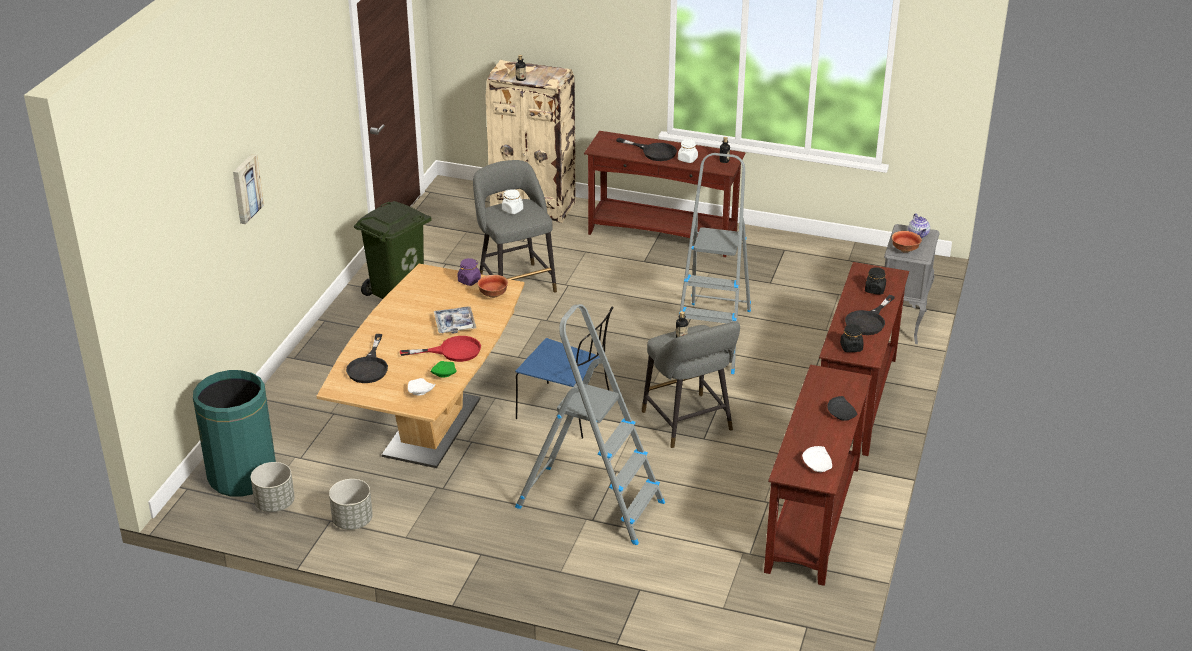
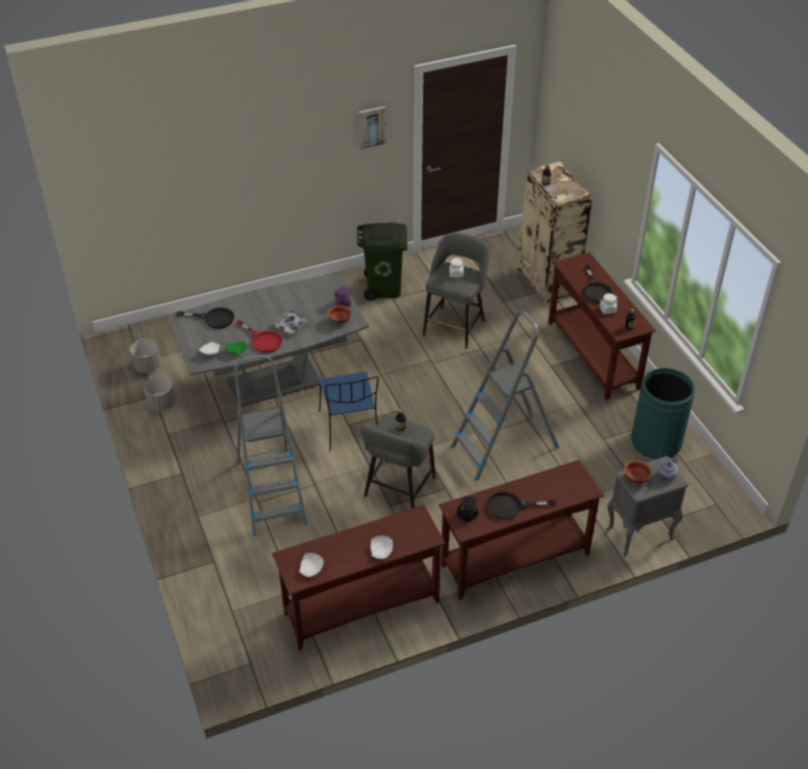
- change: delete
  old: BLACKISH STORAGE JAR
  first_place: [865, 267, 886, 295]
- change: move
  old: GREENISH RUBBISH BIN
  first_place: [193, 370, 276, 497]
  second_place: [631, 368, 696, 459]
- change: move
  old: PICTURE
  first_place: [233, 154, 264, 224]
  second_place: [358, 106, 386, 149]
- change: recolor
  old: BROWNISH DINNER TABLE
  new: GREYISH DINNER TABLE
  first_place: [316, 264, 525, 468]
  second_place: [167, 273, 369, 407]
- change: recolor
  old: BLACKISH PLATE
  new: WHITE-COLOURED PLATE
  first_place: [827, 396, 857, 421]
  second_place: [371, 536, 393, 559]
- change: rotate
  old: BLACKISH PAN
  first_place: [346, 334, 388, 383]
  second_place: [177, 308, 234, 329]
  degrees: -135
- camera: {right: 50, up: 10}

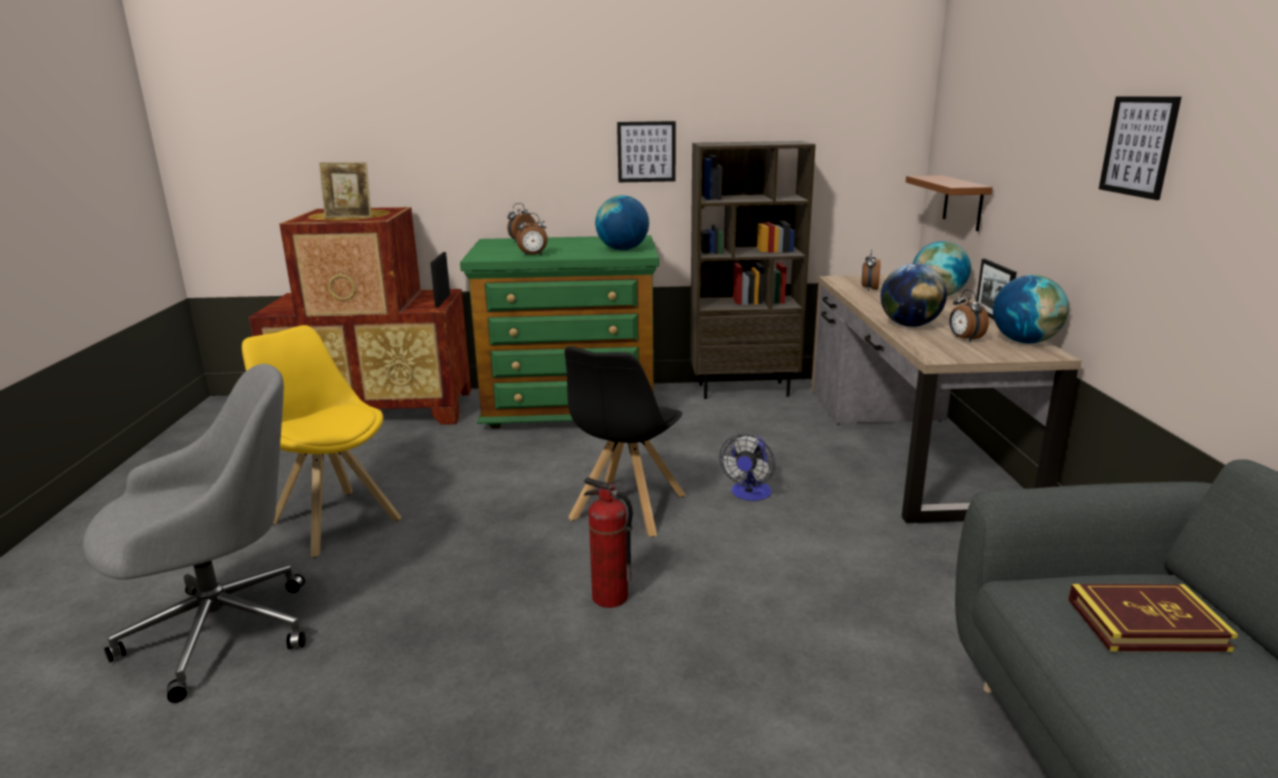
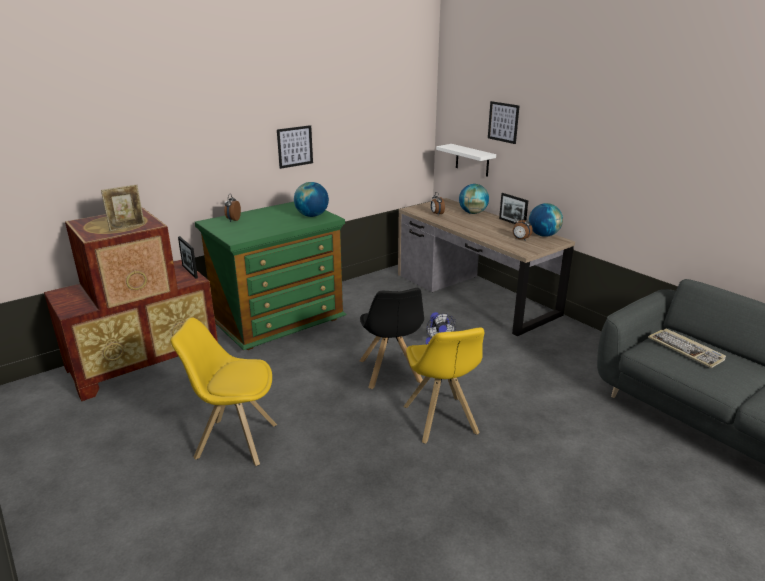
- change: delete
  old: GREYISH OFFICE CHAIR
  first_place: [83, 364, 306, 703]
- change: delete
  old: TABLE CLOCK
  first_place: [516, 213, 548, 256]
- change: delete
  old: BROWNISH BOOKSHELF
  first_place: [690, 141, 816, 399]
- change: delete
  old: WORLD GLOBE
  first_place: [881, 263, 947, 327]
- change: move
  old: PICTURE
  first_place: [1099, 96, 1181, 200]
  second_place: [488, 101, 519, 144]
- change: replace
  old: FIRE EXTINGUISHER
  new: YELLOW-COLOURED UPRIGHT CHAIR
  first_place: [583, 477, 633, 608]
  second_place: [403, 328, 484, 444]
- change: replace
  old: BOUND BOOK
  new: COMPUTER KEYBOARD
  first_place: [1068, 584, 1238, 652]
  second_place: [648, 329, 726, 368]
- change: recolor
  old: BROWNISH BRACKET SHELF
  new: WHITE-COLOURED BRACKET SHELF
  first_place: [906, 175, 993, 231]
  second_place: [436, 144, 496, 177]
- camera: {right: -35, up: 5}

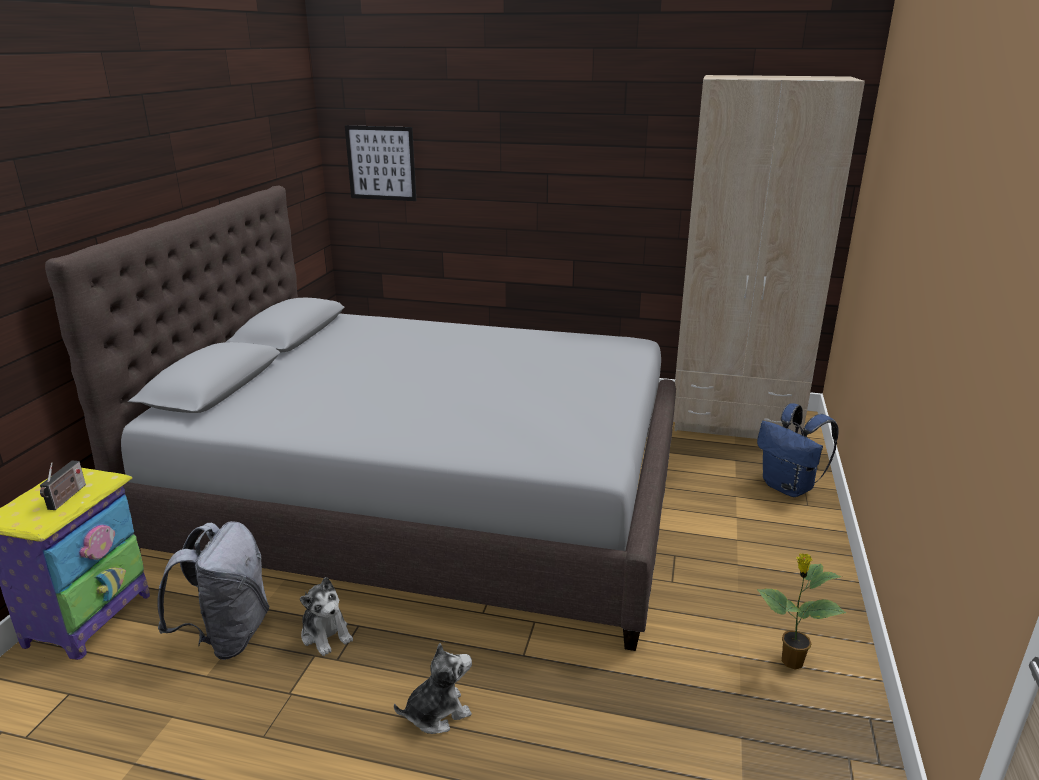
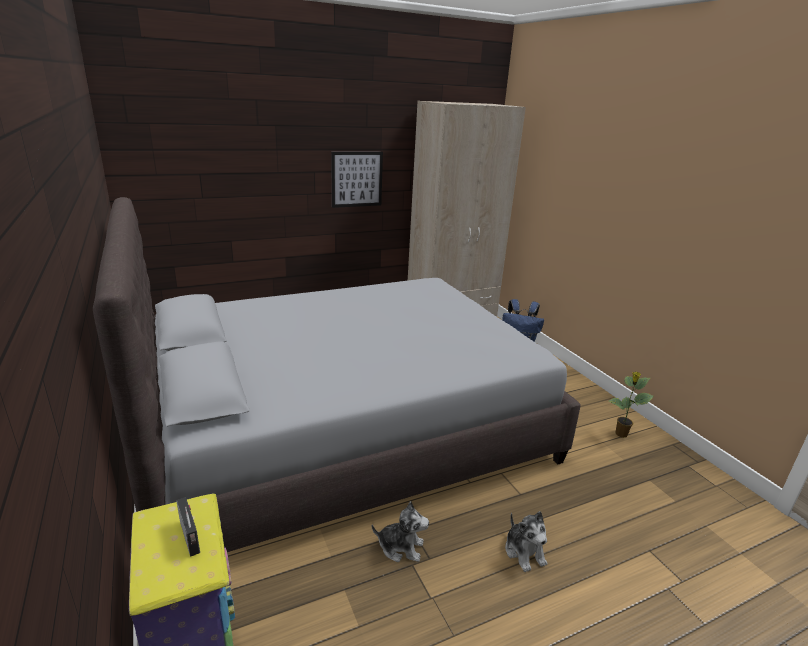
- change: delete
  old: GREYISH BACKPACK
  first_place: [158, 521, 269, 660]
- change: move
  old: PICTURE
  first_place: [345, 125, 416, 201]
  second_place: [331, 152, 383, 208]
- change: rotate
  old: CUDDLY TOY
  first_place: [394, 643, 472, 734]
  second_place: [505, 511, 547, 572]
  degrees: 135
- camera: {right: -40, up: 0}

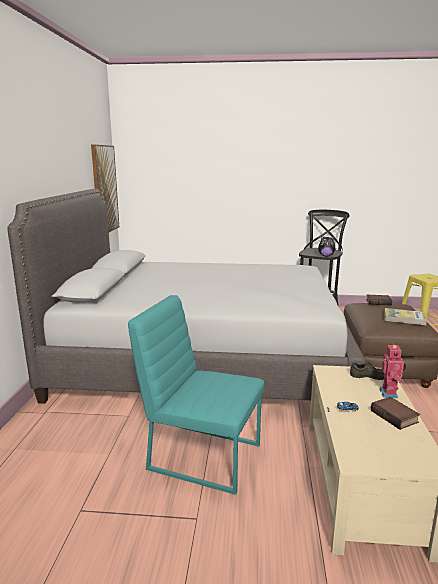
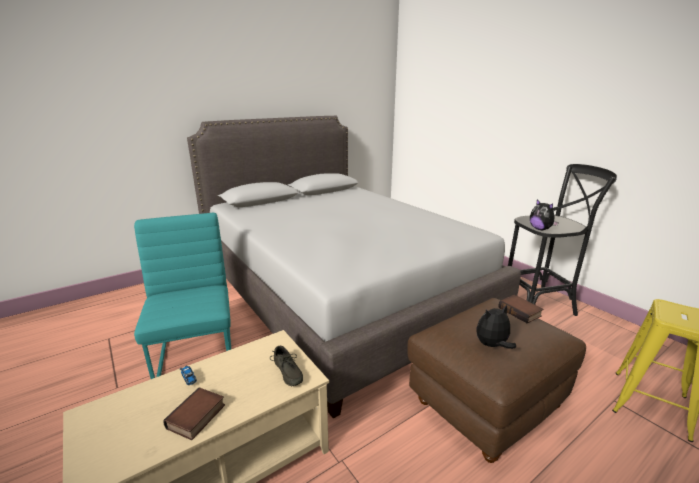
- change: delete
  old: PICTURE
  first_place: [91, 144, 119, 232]
- change: delete
  old: MODEL ROBOT
  first_place: [379, 343, 406, 398]
- change: replace
  old: BOUND BOOK
  new: CUDDLY TOY
  first_place: [384, 308, 427, 325]
  second_place: [477, 305, 516, 349]
- camera: {right: 50, up: 5}

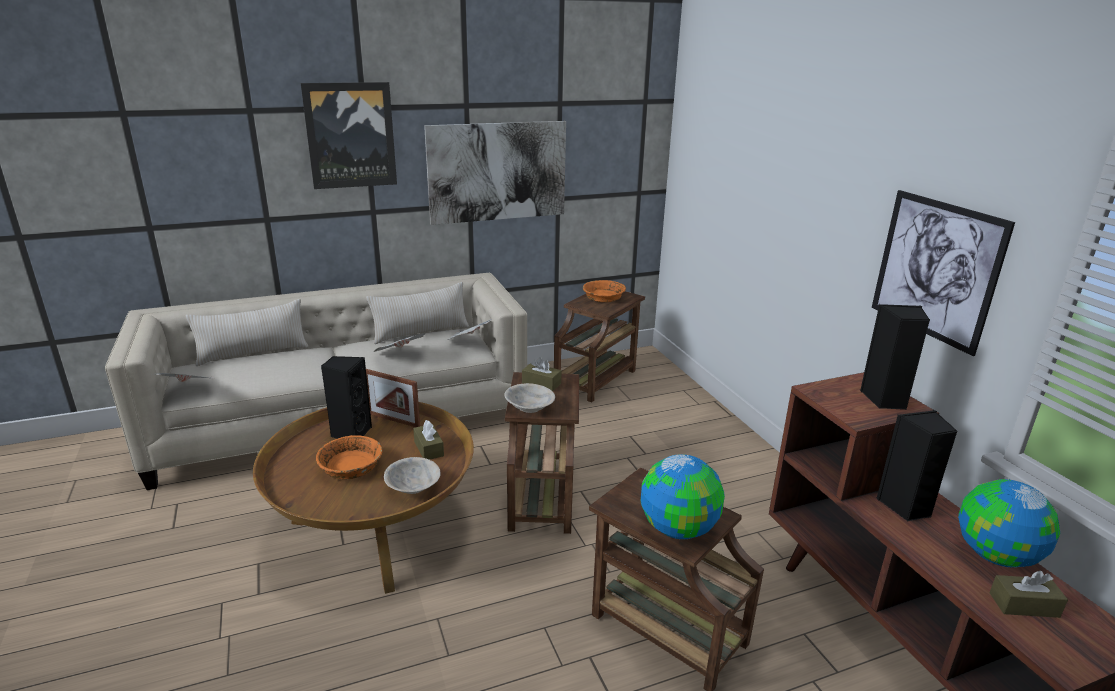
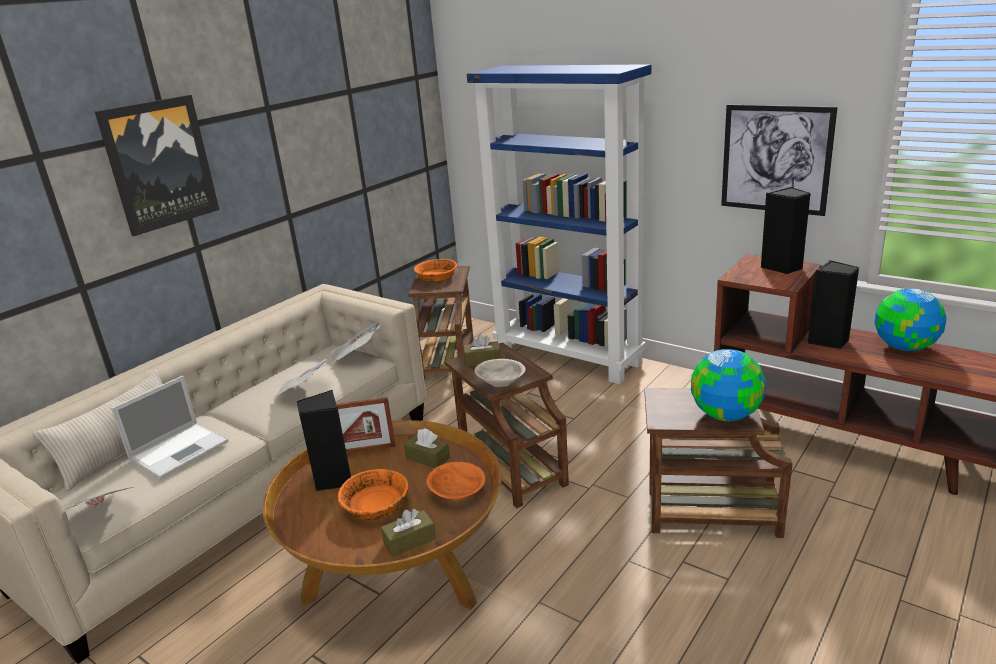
- change: delete
  old: BEIGE-COLOURED PILLOW
  first_place: [366, 282, 469, 344]
- change: delete
  old: PICTURE
  first_place: [424, 121, 566, 225]
- change: insert
  new: LAPTOP
  second_place: [111, 376, 228, 479]
- change: insert
  new: BLUE BOOKSHELF
  second_place: [467, 64, 651, 384]
- change: move
  old: BROWNISH TISSUE HOLDER
  first_place: [989, 571, 1068, 618]
  second_place: [381, 509, 436, 557]
- change: recolor
  old: BEIGE-COLOURED BOWL
  new: ORANGE BOWL
  first_place: [384, 457, 441, 494]
  second_place: [426, 462, 485, 500]
- camera: {right: -30, up: 0}

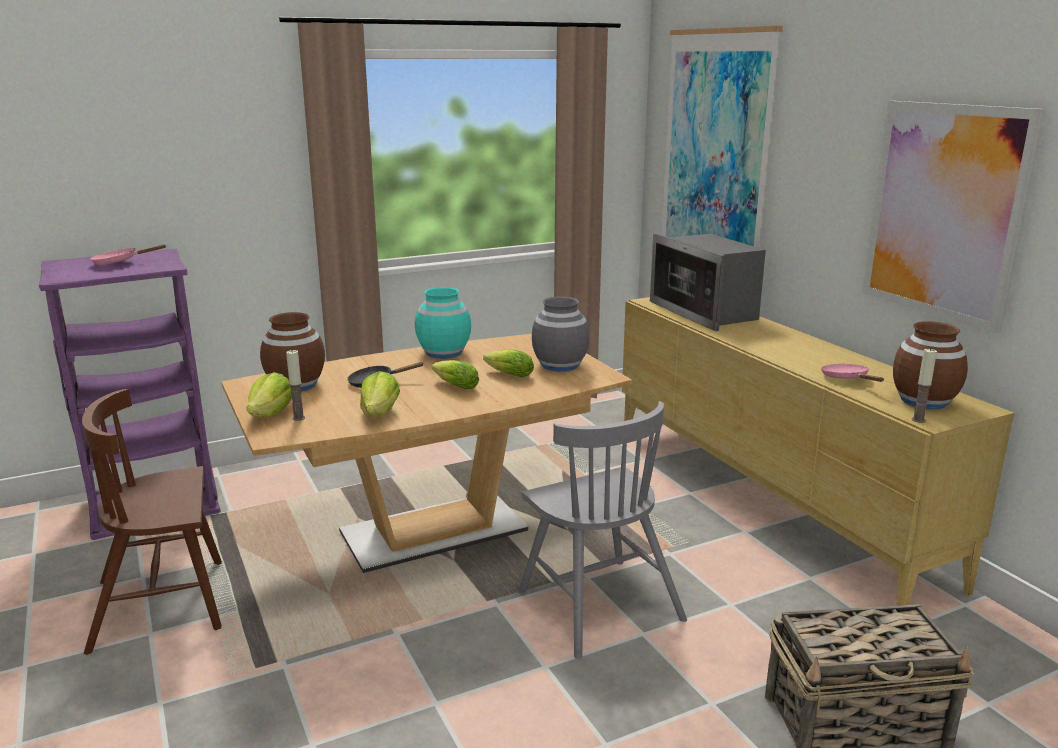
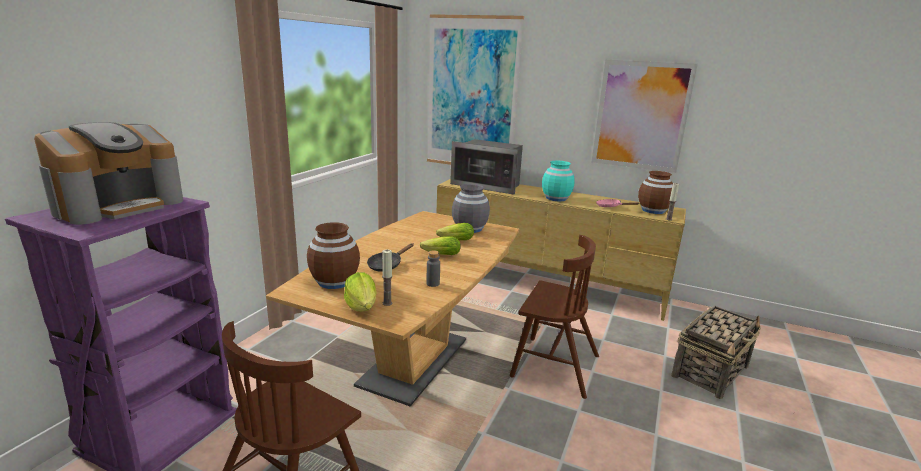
- change: move
  old: TURQUOISE VASE
  first_place: [415, 287, 471, 359]
  second_place: [542, 161, 575, 201]
- change: replace
  old: PINK PAN
  new: COFFEE BREWER
  first_place: [90, 244, 166, 265]
  second_place: [34, 122, 183, 225]
- change: replace
  old: HEAD OF LETTUCE
  new: GREYISH BOTTLE
  first_place: [360, 371, 400, 417]
  second_place: [426, 250, 440, 287]
- change: recolor
  old: GREYISH UPRIGHT CHAIR
  new: BROWNISH UPRIGHT CHAIR
  first_place: [518, 401, 687, 659]
  second_place: [510, 235, 599, 399]
- camera: {right: -40, up: 0}

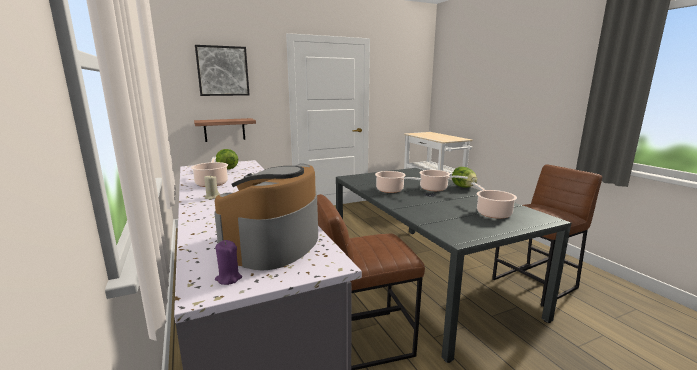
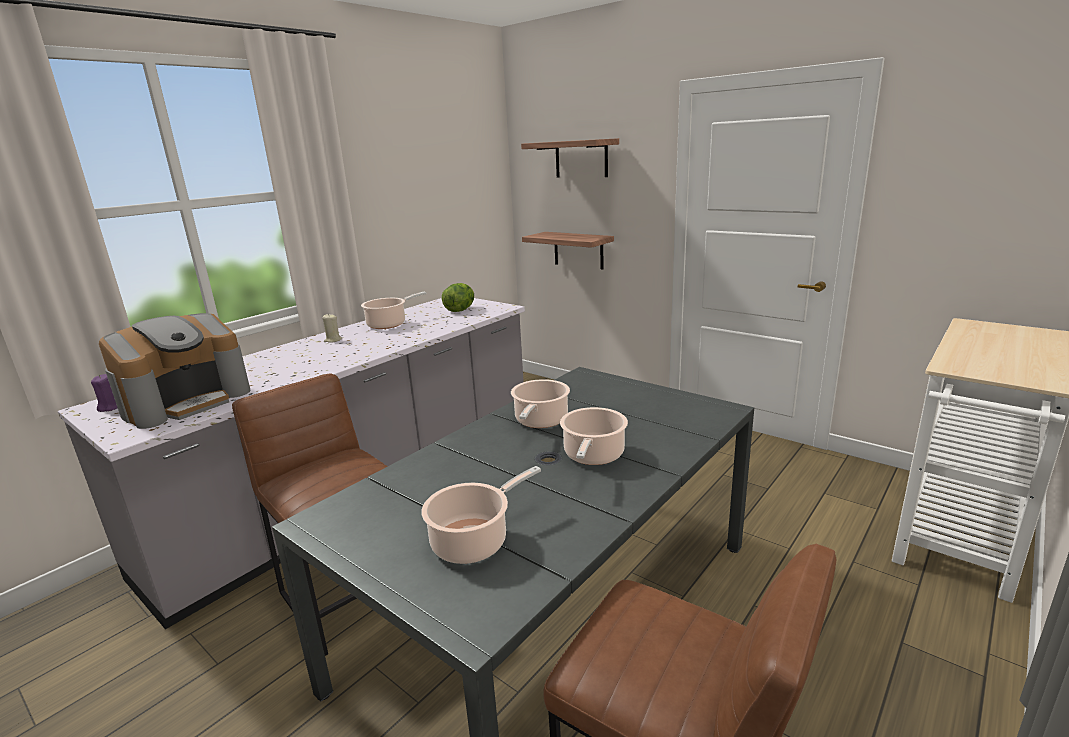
- change: delete
  old: HEAD OF LETTUCE
  first_place: [452, 167, 477, 188]
- change: replace
  old: PICTURE
  new: BRACKET SHELF
  first_place: [195, 45, 250, 96]
  second_place: [521, 138, 619, 178]
- change: rotate
  old: COFFEE BREWER
  first_place: [214, 163, 318, 270]
  second_place: [99, 313, 250, 429]
  degrees: 135
- camera: {right: 65, up: 5}

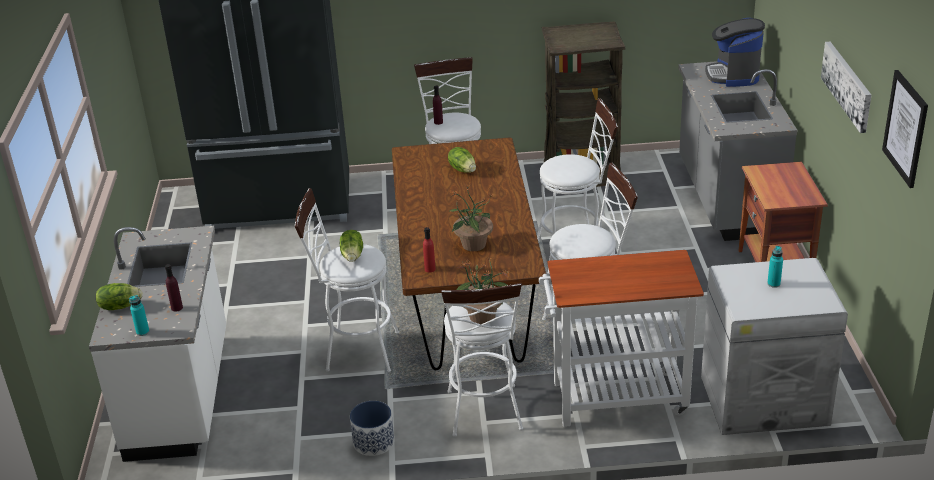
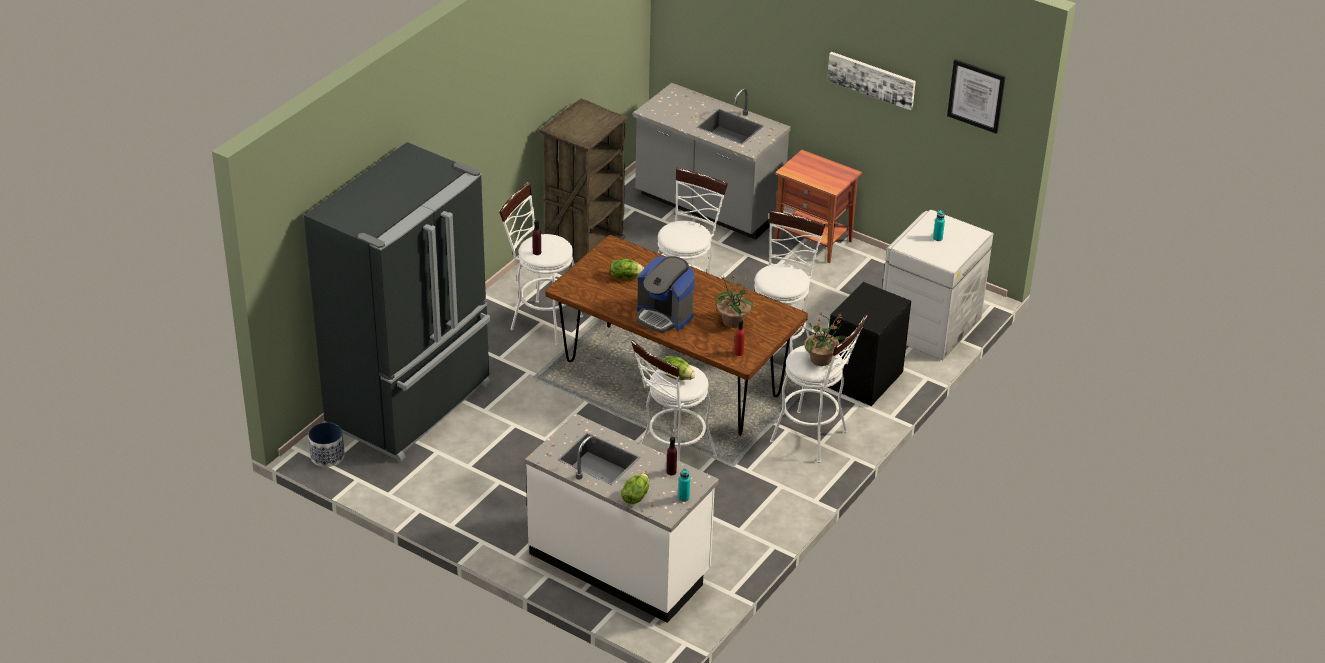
- change: move
  old: PLANT POT
  first_place: [350, 401, 394, 456]
  second_place: [308, 422, 345, 467]
- change: move
  old: COFFEE BREWER
  first_place: [705, 18, 765, 87]
  second_place: [636, 256, 695, 333]
- change: replace
  old: WHITE-COLOURED CART
  new: BLACKISH NIGHTSTAND
  first_place: [539, 250, 704, 427]
  second_place: [827, 282, 911, 406]
- camera: {right: -55, up: 5}

